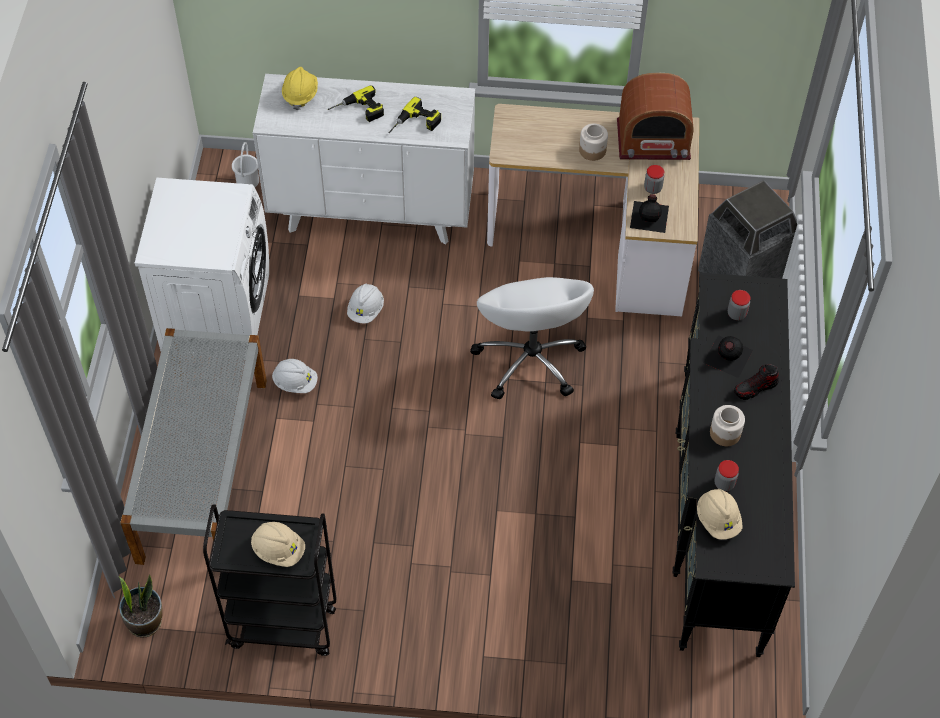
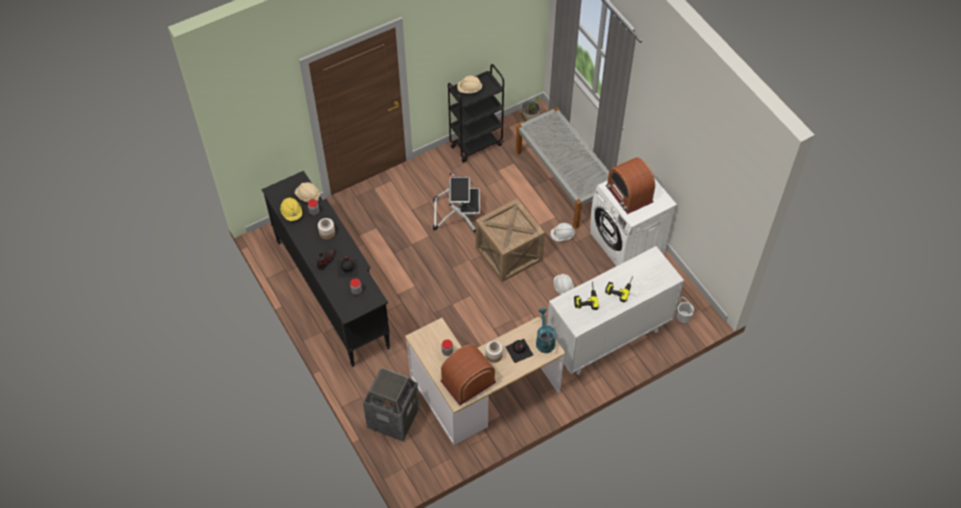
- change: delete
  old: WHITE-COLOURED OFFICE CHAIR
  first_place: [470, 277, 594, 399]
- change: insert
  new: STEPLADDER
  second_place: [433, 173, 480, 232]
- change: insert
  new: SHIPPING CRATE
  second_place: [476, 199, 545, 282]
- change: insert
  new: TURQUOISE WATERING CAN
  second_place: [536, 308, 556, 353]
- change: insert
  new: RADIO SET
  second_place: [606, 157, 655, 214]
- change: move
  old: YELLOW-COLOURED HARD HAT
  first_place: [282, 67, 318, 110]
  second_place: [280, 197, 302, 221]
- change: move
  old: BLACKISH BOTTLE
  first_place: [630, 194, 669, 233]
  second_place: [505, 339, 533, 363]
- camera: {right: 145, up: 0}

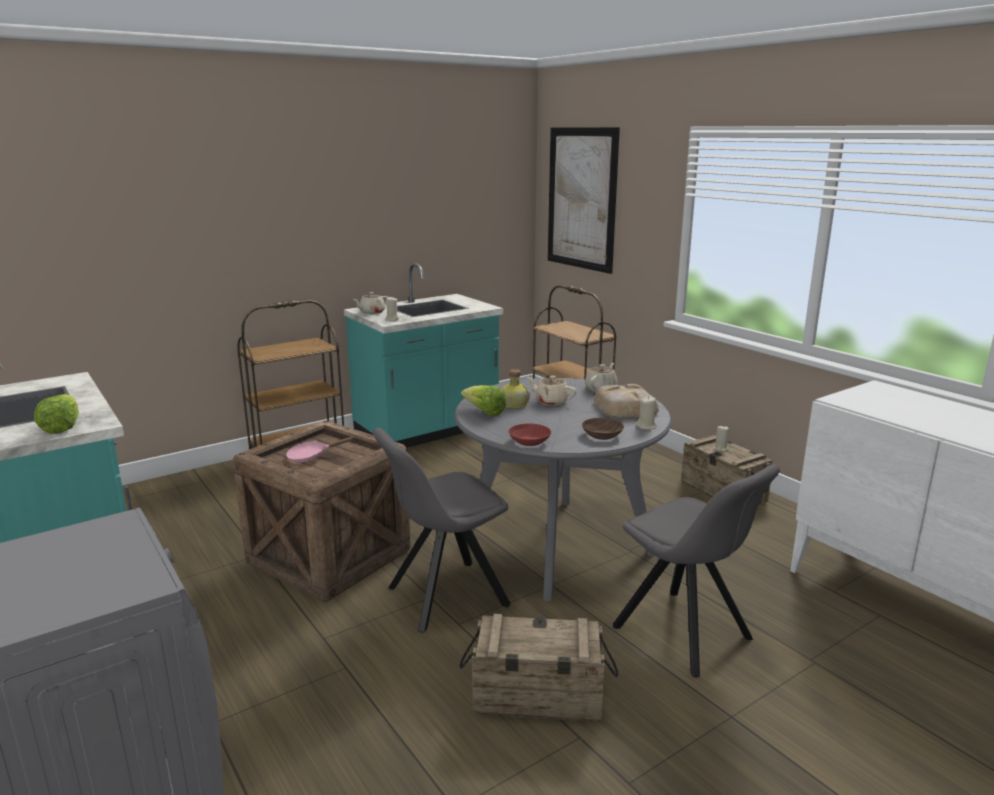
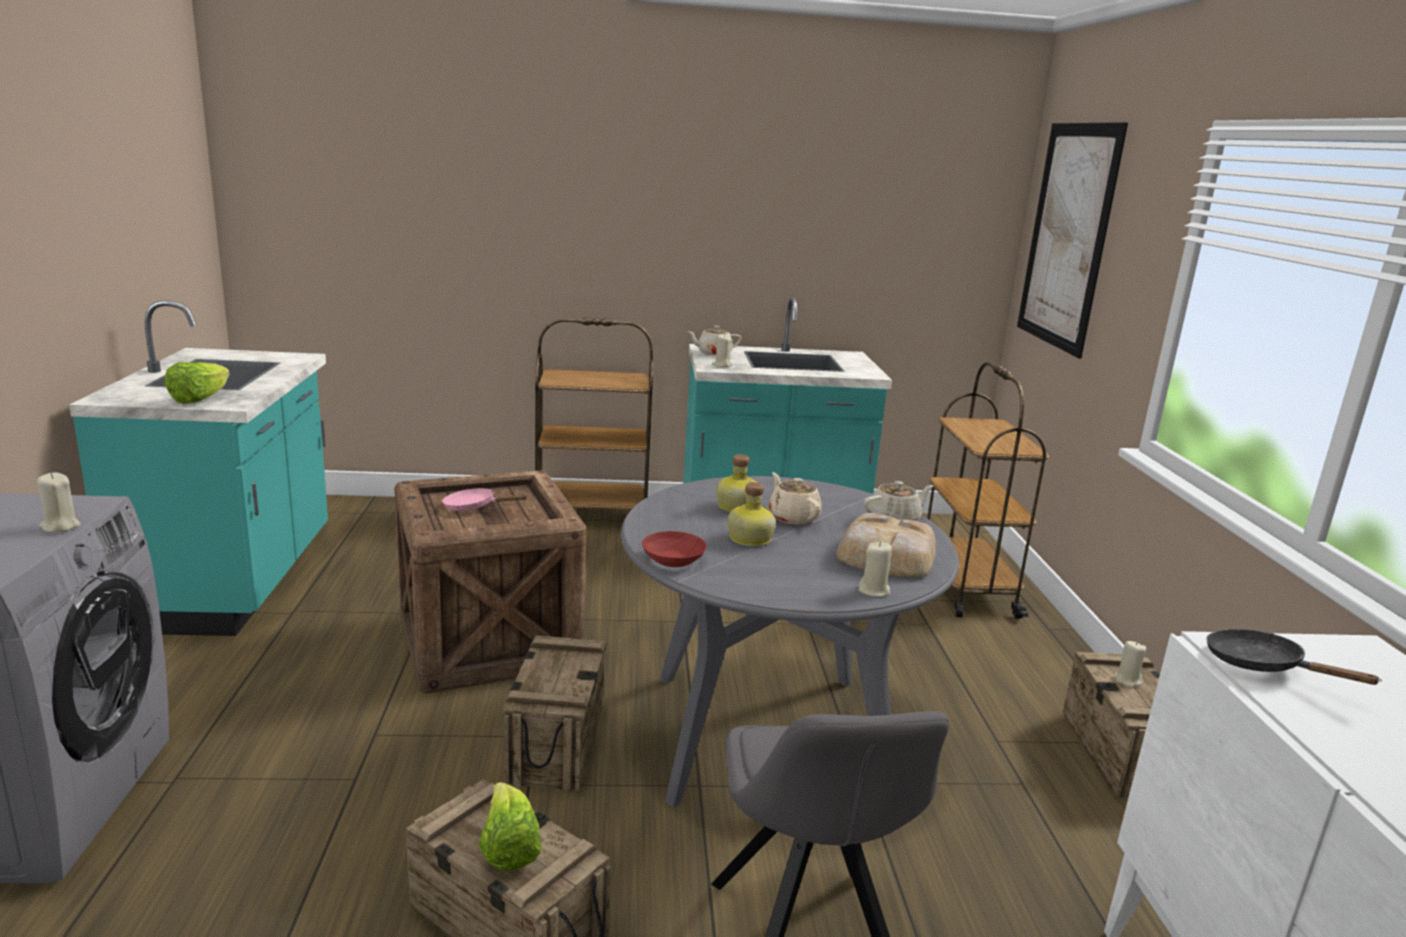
- change: delete
  old: BROWNISH BOWL
  first_place: [582, 418, 624, 440]
- change: insert
  new: BEIGE-COLOURED WAX CANDLE
  second_place: [37, 472, 80, 533]
- change: insert
  new: BOTTLE
  second_place: [728, 482, 777, 547]
- change: insert
  new: BLACKISH PAN
  second_place: [1206, 629, 1382, 685]
- change: move
  old: HEAD OF LETTUCE
  first_place: [461, 385, 506, 416]
  second_place: [479, 782, 541, 871]
- change: replace
  old: GREYISH UPRIGHT CHAIR
  new: SHIPPING CRATE
  first_place: [373, 428, 511, 632]
  second_place: [502, 635, 607, 793]
- camera: {right: 30, up: 0}

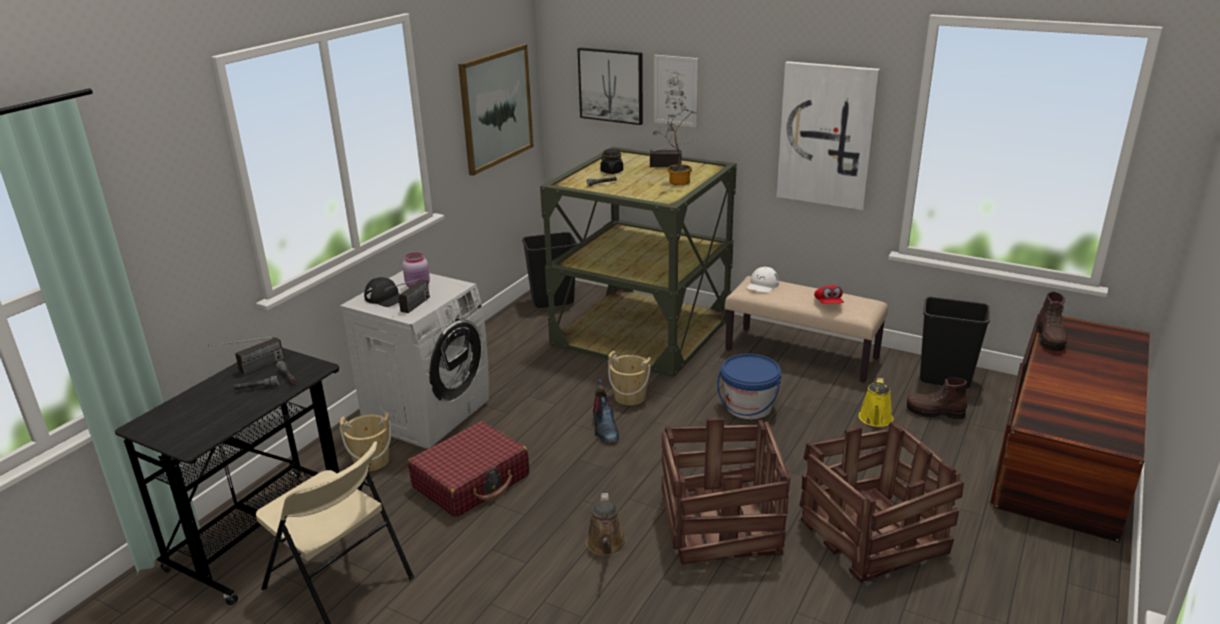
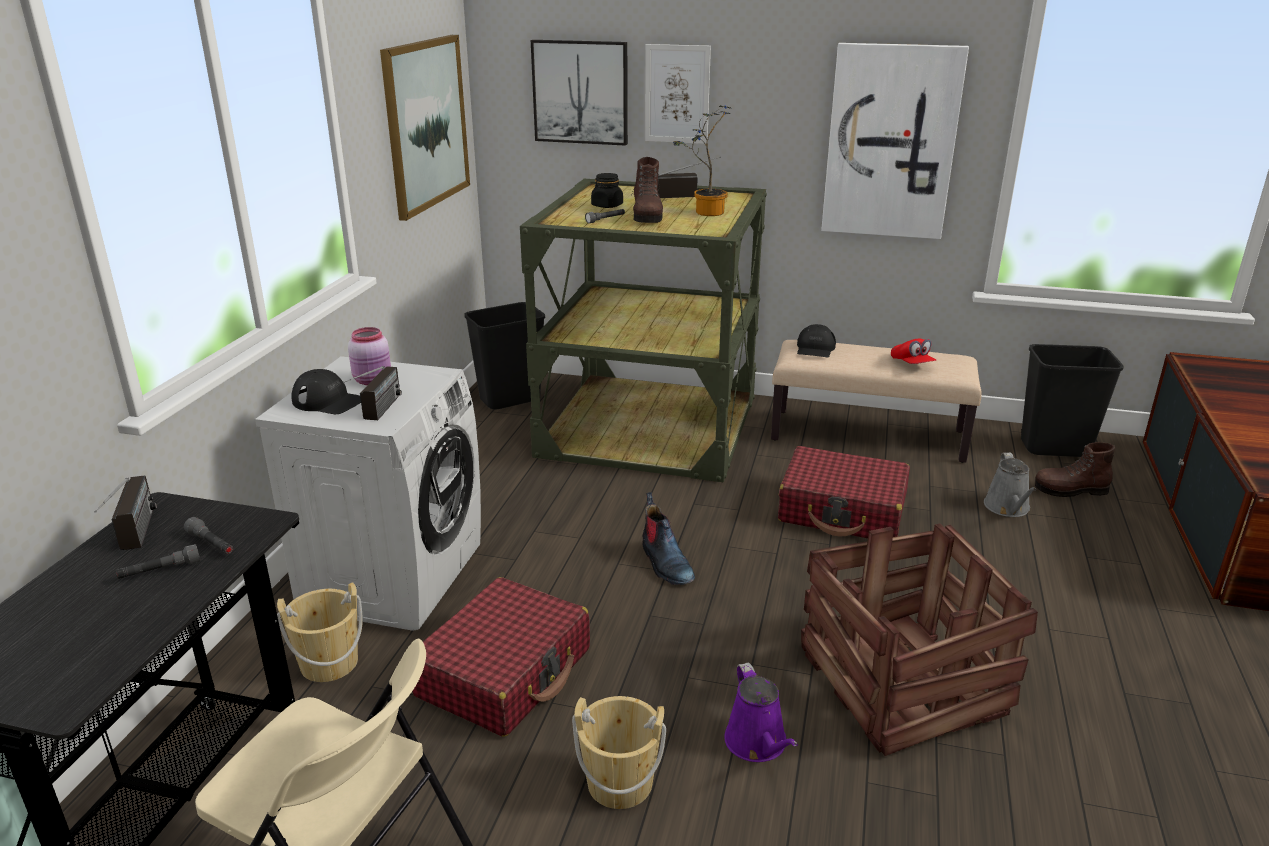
- change: delete
  old: SHIPPING CRATE
  first_place: [799, 422, 964, 583]
- change: move
  old: BEIGE-COLOURED BUCKET
  first_place: [608, 350, 651, 405]
  second_place: [572, 696, 666, 809]
- change: move
  old: BROWNISH BOOT
  first_place: [1036, 291, 1067, 351]
  second_place: [632, 157, 663, 223]
- change: replace
  old: BLUE BUCKET
  new: REDDISH TRAVEL CASE
  first_place: [717, 354, 781, 419]
  second_place: [778, 446, 910, 538]
- change: recolor
  old: BROWNISH WATERING CAN
  new: PURPLISH WATERING CAN
  first_place: [586, 493, 627, 556]
  second_place: [724, 663, 798, 762]
- change: recolor
  old: WHITE-COLOURED BASEBALL CAP
  new: BLACKISH BASEBALL CAP
  first_place: [747, 267, 779, 293]
  second_place: [797, 324, 836, 357]
- change: recolor
  old: YELLOW-COLOURED WATERING CAN
  new: GREYISH WATERING CAN
  first_place: [859, 378, 893, 427]
  second_place: [984, 453, 1037, 517]
- change: rotate
  old: RADIO SET
  first_place: [208, 336, 284, 375]
  second_place: [94, 475, 157, 550]
  degrees: -45
- camera: {right: -15, up: 0}

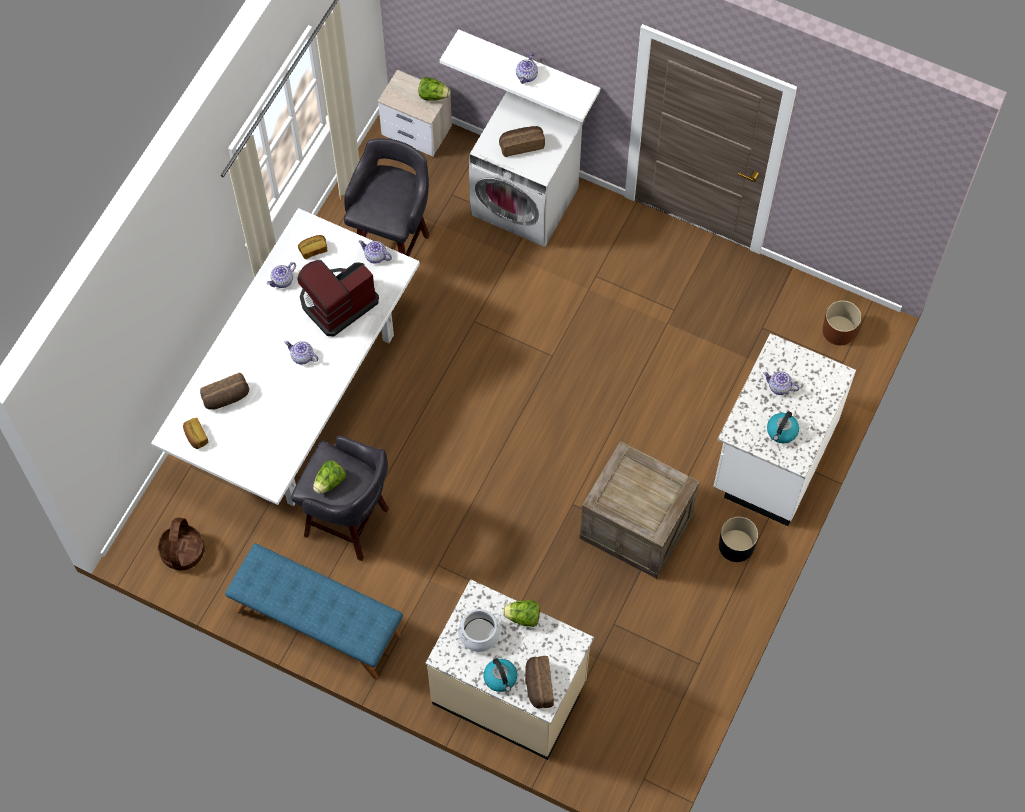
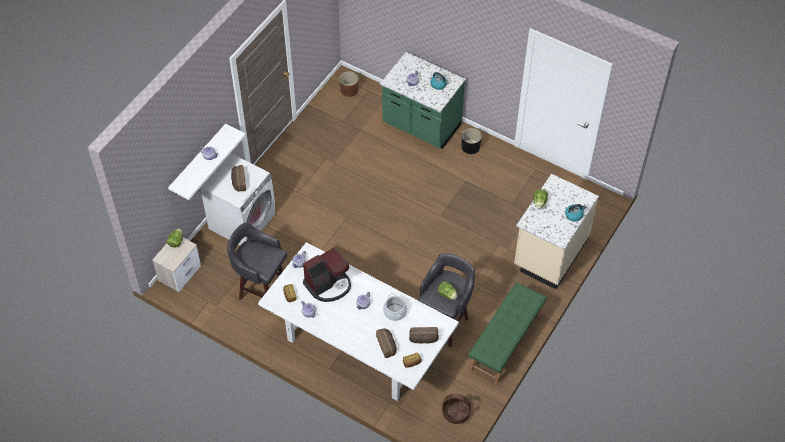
- change: delete
  old: SHIPPING CRATE
  first_place: [579, 441, 700, 579]
- change: move
  old: SAUCEPOT
  first_place: [457, 609, 502, 652]
  second_place: [383, 293, 407, 321]
- change: move
  old: BAKED BREAD
  first_place: [525, 656, 554, 709]
  second_place: [409, 327, 439, 344]
- change: recolor
  old: BLUE INDOOR BENCH
  new: GREENISH INDOOR BENCH
  first_place: [225, 543, 403, 679]
  second_place: [468, 282, 547, 385]
- change: recolor
  old: WHITE-COLOURED KITCHEN BASE UNIT
  new: GREENISH KITCHEN BASE UNIT
  first_place: [714, 333, 856, 526]
  second_place: [380, 52, 466, 149]
- change: rotate
  old: COFFEE BREWER
  first_place: [297, 260, 379, 337]
  second_place: [303, 248, 351, 302]
  degrees: -90
- camera: {right: -85, up: -10}

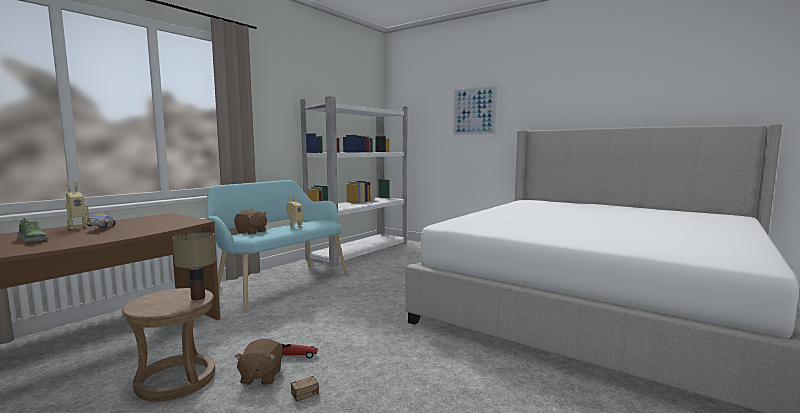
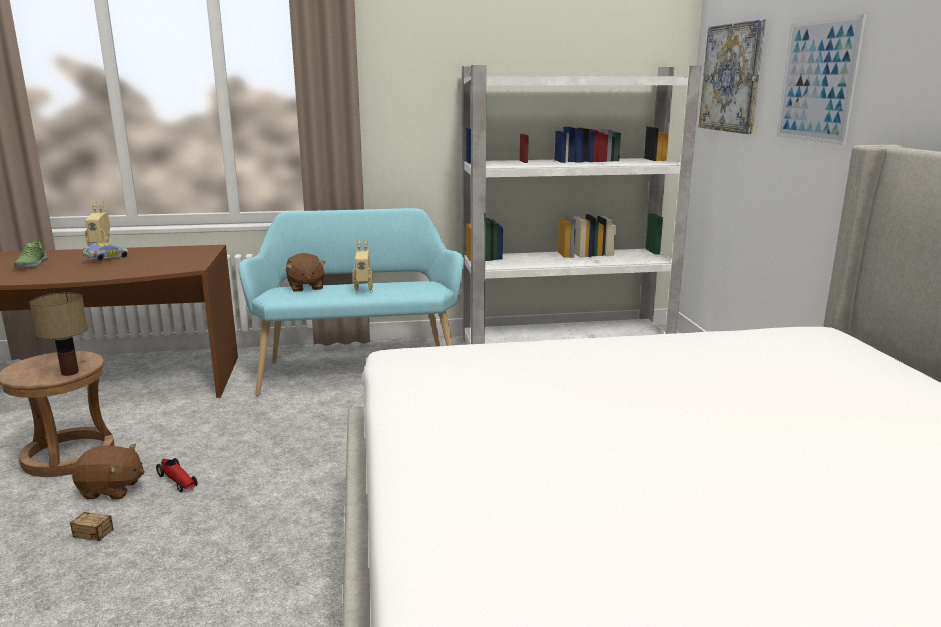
- change: insert
  new: PICTURE
  second_place: [699, 19, 766, 134]
- change: rotate
  old: BROWNISH CUDDLY TOY
  first_place: [234, 338, 283, 385]
  second_place: [72, 444, 145, 500]
  degrees: -135
- camera: {right: 45, up: 10}

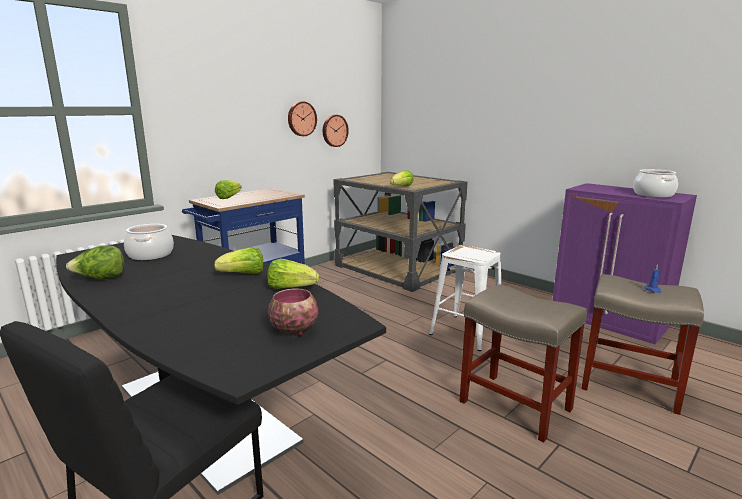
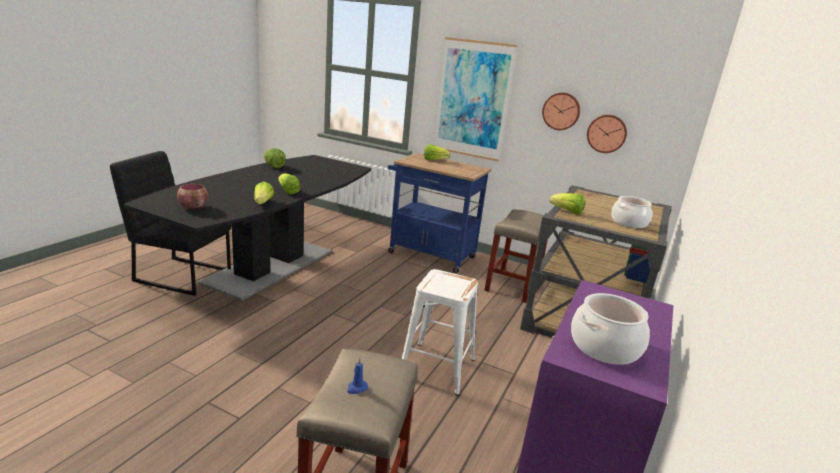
- change: insert
  new: PICTURE
  second_place: [434, 37, 517, 161]
- change: move
  old: SAUCEPOT
  first_place: [124, 224, 174, 260]
  second_place: [611, 196, 652, 228]
- change: move
  old: BEIGE-COLOURED STOOL SEAT
  first_place: [460, 284, 587, 442]
  second_place: [484, 209, 548, 303]
- camera: {right: 70, up: 5}

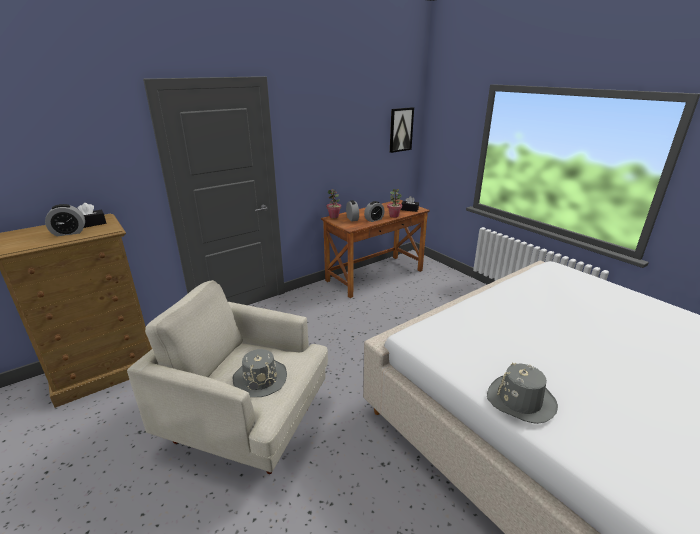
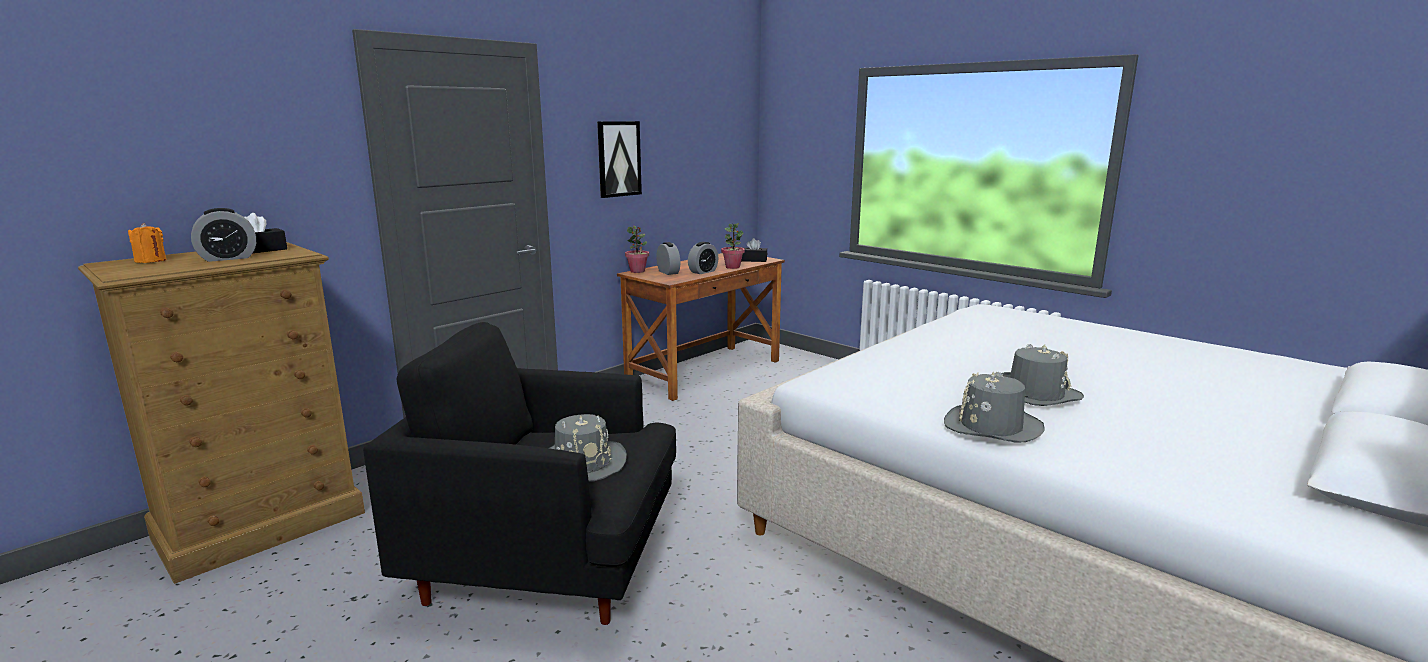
- change: insert
  new: ORANGE WAX CANDLE
  second_place: [128, 223, 167, 263]
- change: insert
  new: GREYISH WEARABLE HAT
  second_place: [1002, 344, 1084, 406]
- change: move
  old: PICTURE
  first_place: [390, 107, 414, 153]
  second_place: [597, 121, 642, 198]
- change: recolor
  old: BEIGE-COLOURED EASY CHAIR
  new: BLACKISH EASY CHAIR
  first_place: [127, 280, 328, 474]
  second_place: [363, 322, 676, 625]
- camera: {right: -10, up: -10}

